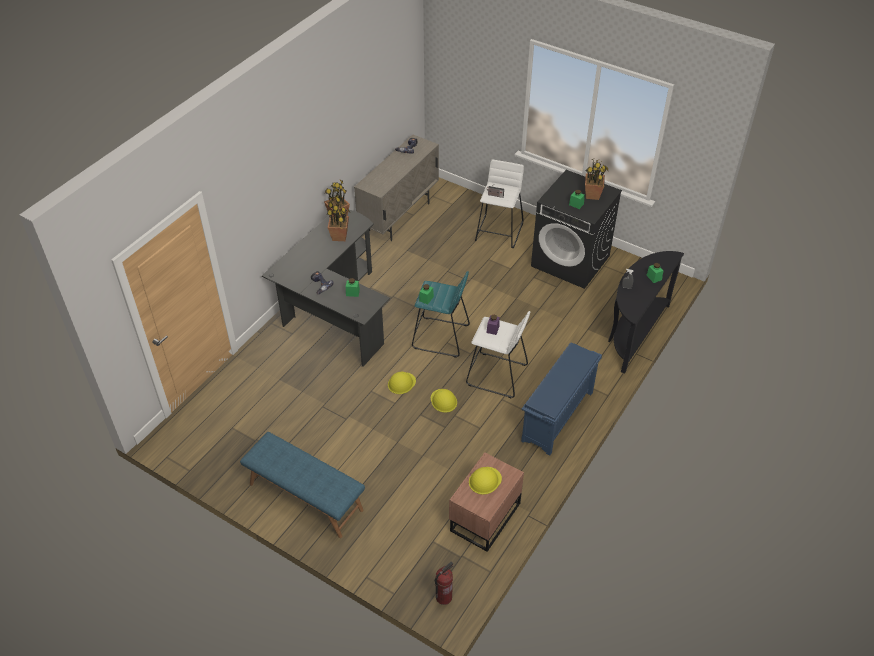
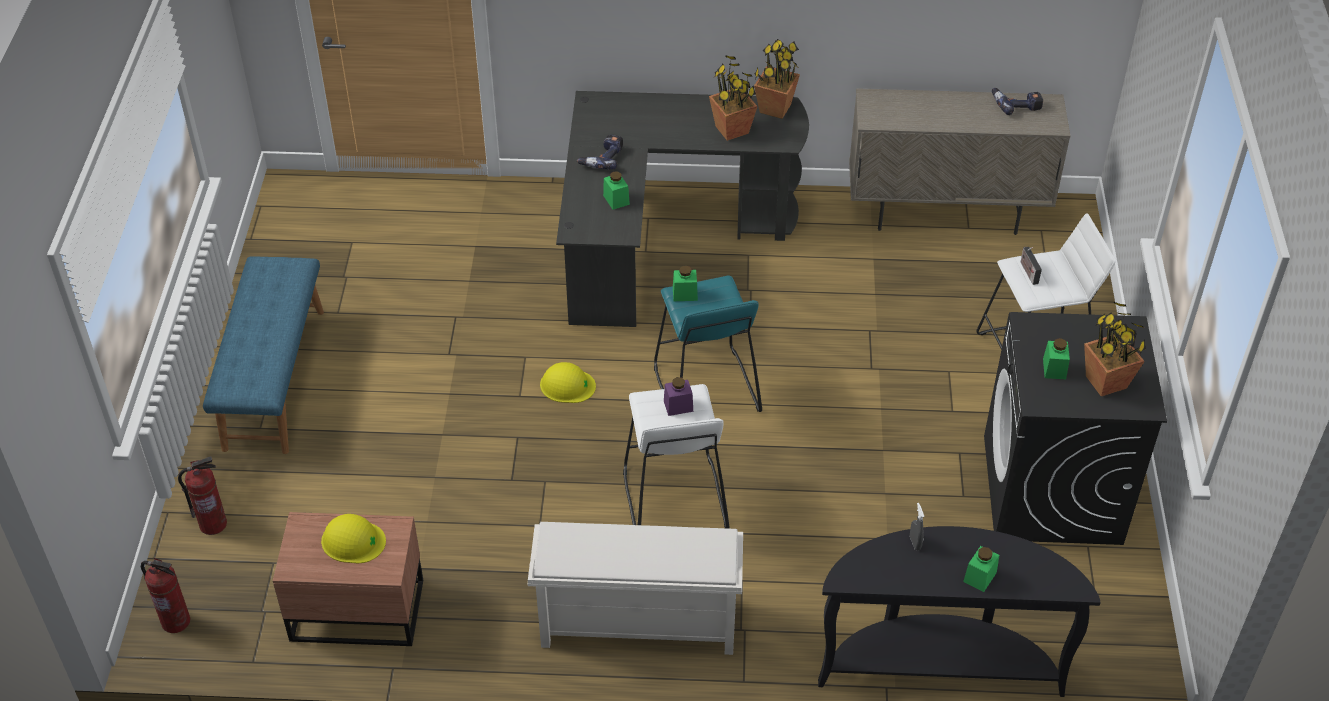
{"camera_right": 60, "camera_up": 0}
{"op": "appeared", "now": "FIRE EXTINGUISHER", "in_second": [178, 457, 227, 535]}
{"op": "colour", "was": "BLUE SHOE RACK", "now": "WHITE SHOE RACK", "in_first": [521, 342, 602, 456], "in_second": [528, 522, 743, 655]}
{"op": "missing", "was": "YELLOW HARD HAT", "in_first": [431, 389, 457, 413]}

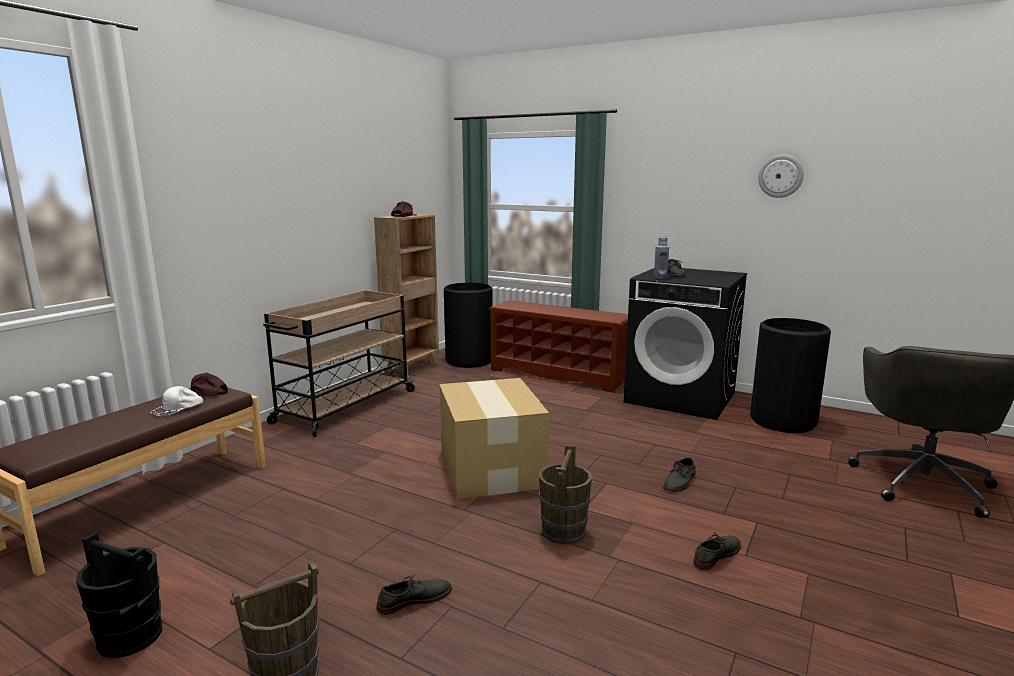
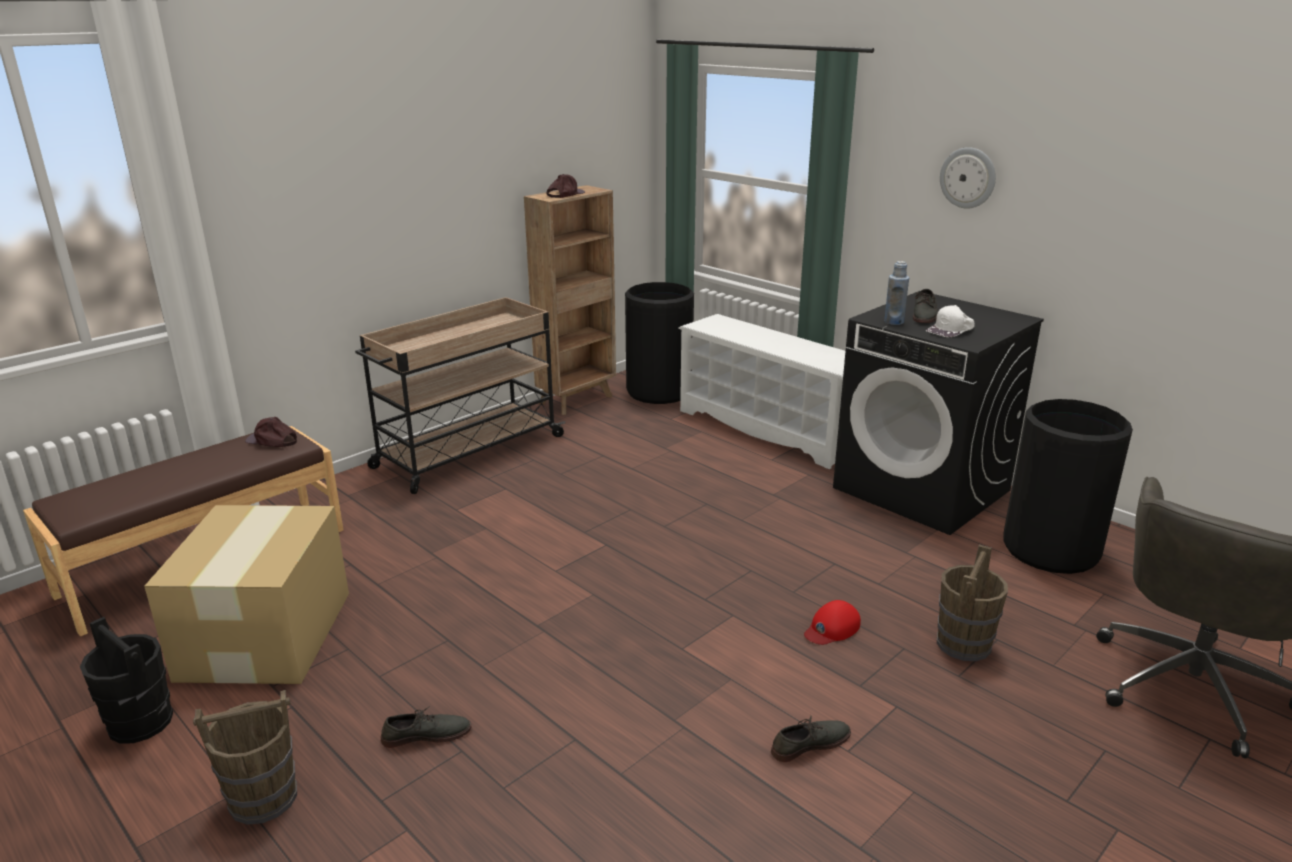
{"camera_right": 15, "camera_up": 10}
{"op": "relocated", "was": "CARDBOARD BOX", "in_first": [439, 378, 549, 500], "in_second": [144, 505, 349, 684]}
{"op": "colour", "was": "BROWN SHOE RACK", "now": "WHITE SHOE RACK", "in_first": [488, 300, 628, 393], "in_second": [678, 314, 845, 469]}
{"op": "exchanged", "was": "GREY SHOE", "now": "RED CAP", "in_first": [663, 458, 696, 492], "in_second": [804, 600, 861, 645]}
{"op": "relocated", "was": "WHITE CAP", "in_first": [150, 386, 203, 416], "in_second": [926, 305, 975, 337]}
{"op": "relocated", "was": "BROWN BUCKET", "in_first": [539, 445, 592, 544], "in_second": [937, 545, 1008, 661]}
{"op": "relocated", "was": "WALL CLOCK", "in_first": [758, 155, 804, 198], "in_second": [940, 147, 996, 209]}

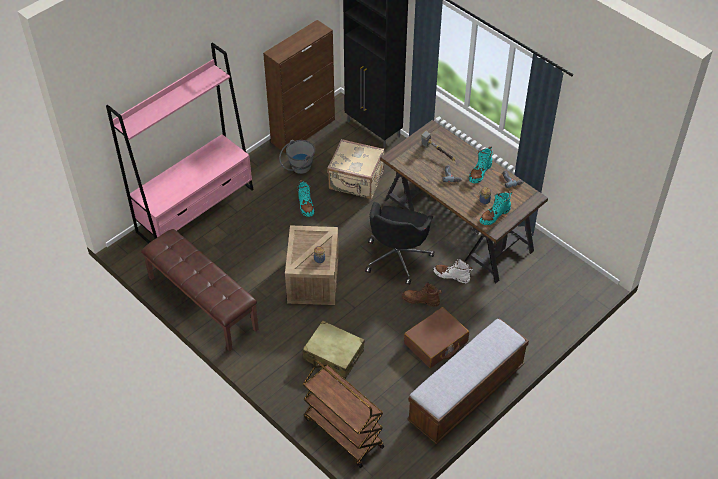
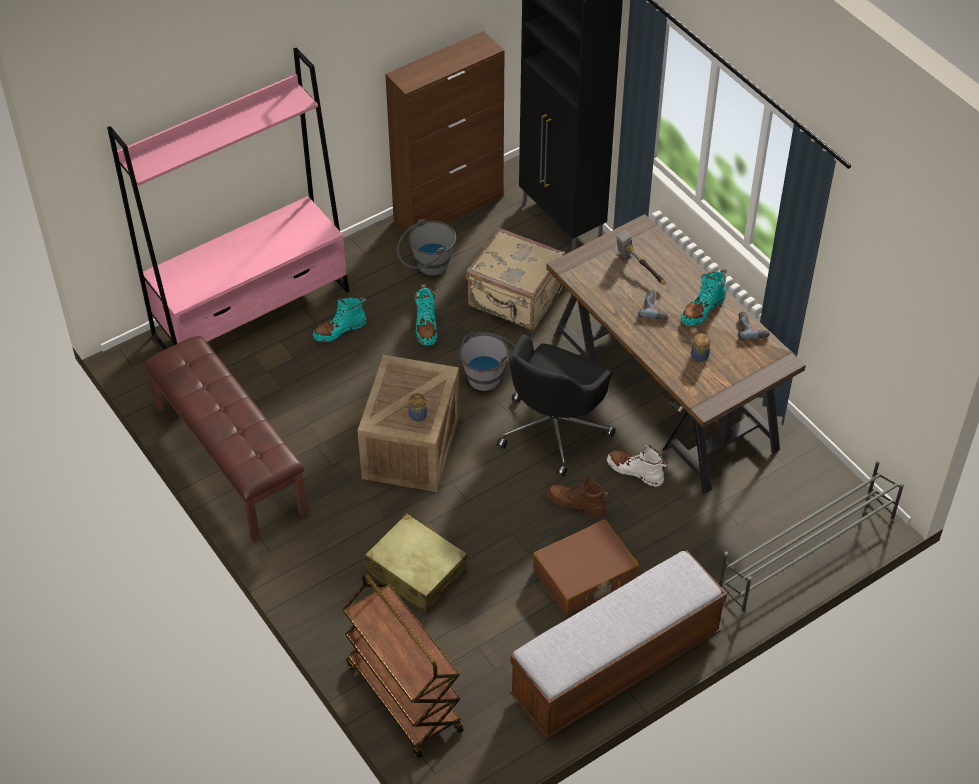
{"camera_right": 10, "camera_up": 0}
{"op": "relocated", "was": "TURQUOISE BOOT", "in_first": [480, 191, 512, 225], "in_second": [313, 297, 367, 342]}
{"op": "appeared", "now": "GREY BUCKET", "in_second": [459, 332, 515, 391]}
{"op": "appeared", "now": "GREY SHOE RACK", "in_second": [719, 460, 904, 614]}

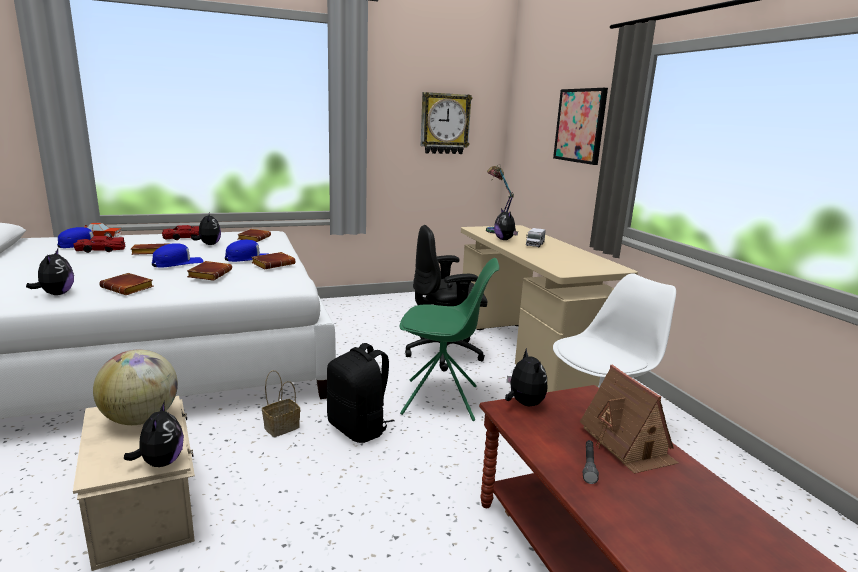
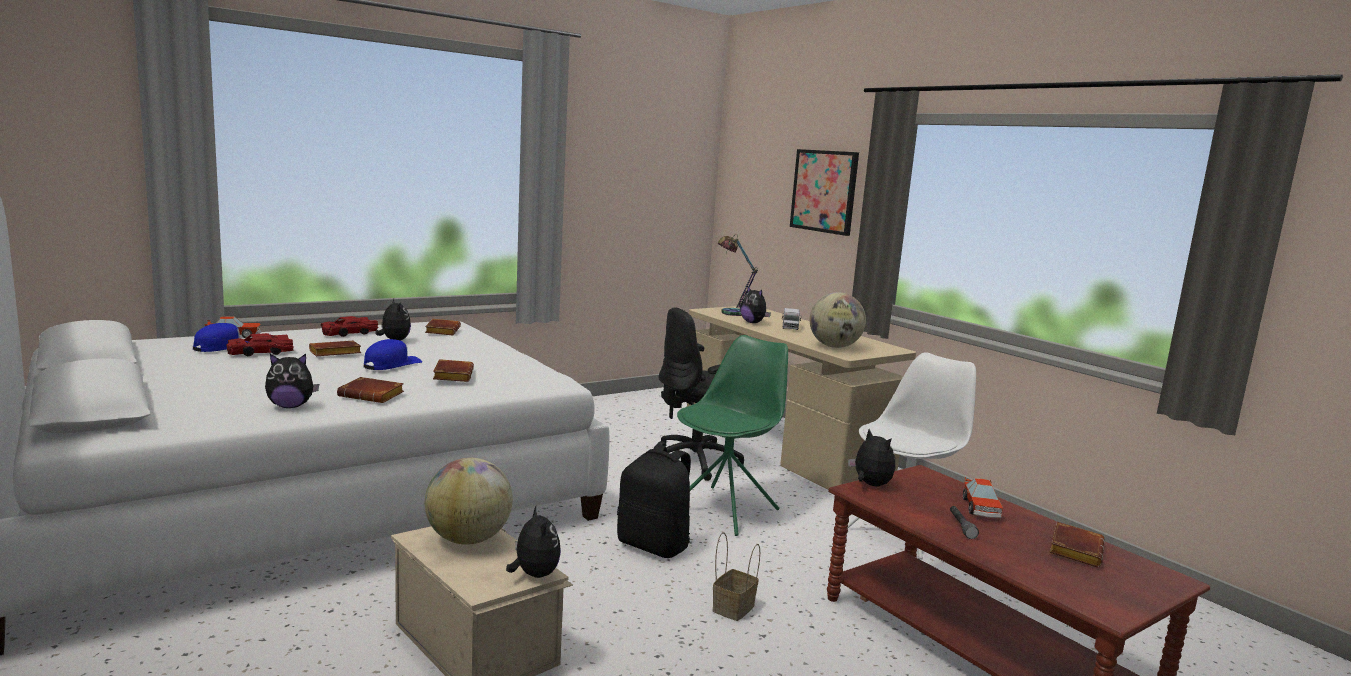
{"camera_right": -15, "camera_up": -5}
{"op": "spun", "was": "PLUSH TOY", "in_first": [26, 249, 74, 295], "in_second": [265, 354, 319, 408], "clockwise": 105}
{"op": "spun", "was": "GREEN CHAIR", "in_first": [400, 258, 499, 421], "in_second": [677, 335, 788, 536], "clockwise": -45}
{"op": "relocated", "was": "BASKET", "in_first": [262, 370, 300, 437], "in_second": [713, 532, 760, 621]}
{"op": "appeared", "now": "GLOBE", "in_second": [810, 292, 866, 348]}
{"op": "exchanged", "was": "TOY HOUSE", "now": "TOY CAR", "in_first": [580, 365, 679, 474], "in_second": [963, 477, 1003, 518]}
{"op": "relocated", "was": "BROWN BOOK", "in_first": [251, 252, 295, 269], "in_second": [1049, 522, 1104, 568]}
{"op": "missing", "was": "BLUE CAP", "in_first": [225, 240, 266, 262]}
{"op": "missing", "was": "WALL CLOCK", "in_first": [421, 92, 472, 154]}

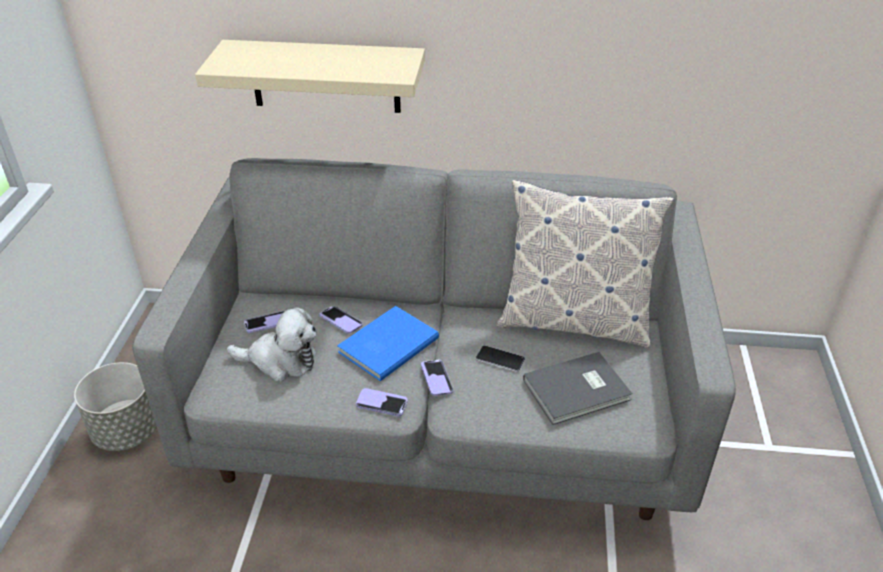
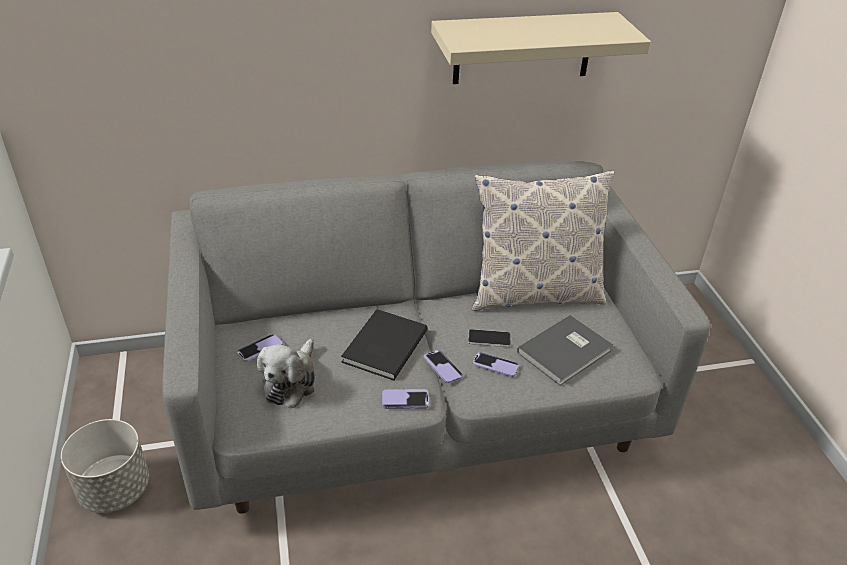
{"camera_right": -20, "camera_up": 0}
{"op": "spun", "was": "PLUSH TOY", "in_first": [227, 307, 317, 382], "in_second": [257, 339, 315, 408], "clockwise": 120}
{"op": "colour", "was": "BLUE BOOK", "now": "BLACK BOOK", "in_first": [337, 306, 439, 381], "in_second": [341, 309, 428, 381]}
{"op": "relocated", "was": "BEIGE SHELF", "in_first": [195, 40, 425, 113], "in_second": [431, 12, 651, 84]}
{"op": "relocated", "was": "PHONE", "in_first": [319, 306, 363, 334], "in_second": [473, 352, 519, 377]}

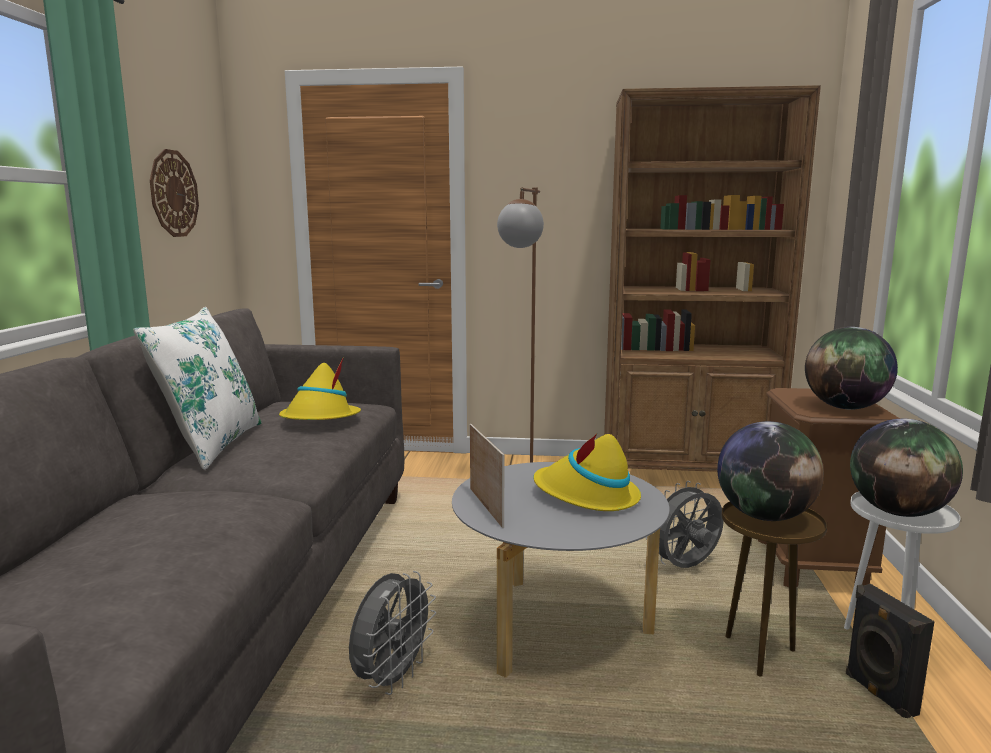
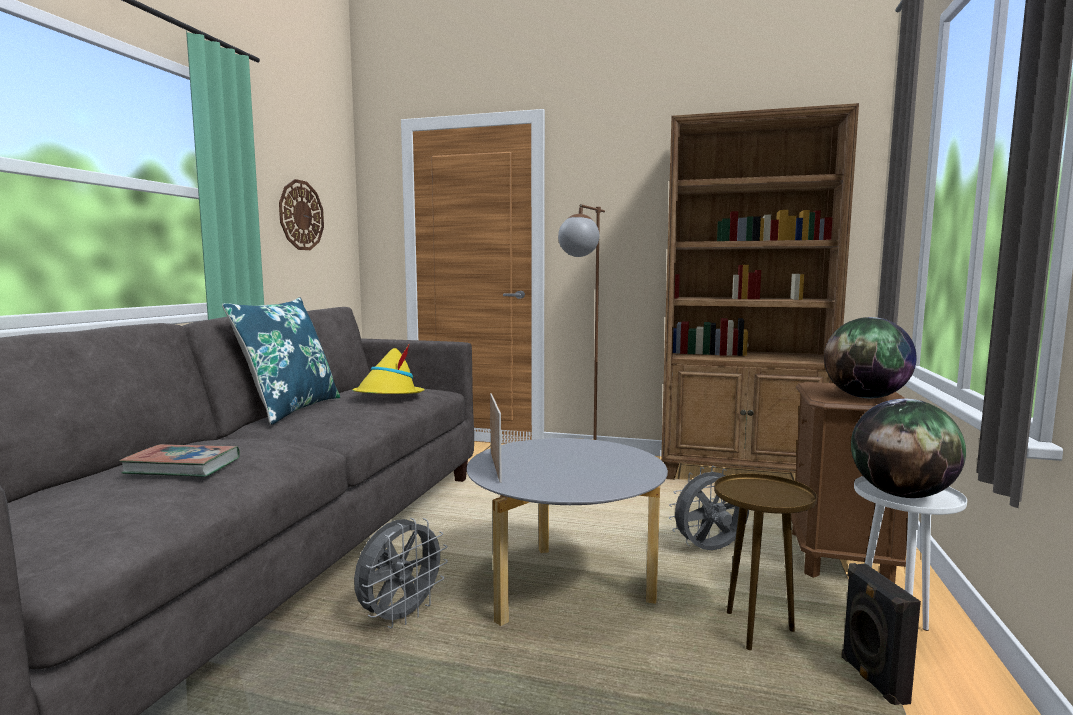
{"camera_right": 10, "camera_up": -5}
{"op": "appeared", "now": "BOOK", "in_second": [120, 444, 240, 477]}
{"op": "colour", "was": "WHITE PILLOW", "now": "BLUE PILLOW", "in_first": [133, 307, 261, 470], "in_second": [222, 297, 340, 425]}
{"op": "missing", "was": "YELLOW HAT", "in_first": [534, 434, 641, 511]}
{"op": "missing", "was": "GLOBE", "in_first": [717, 421, 824, 521]}

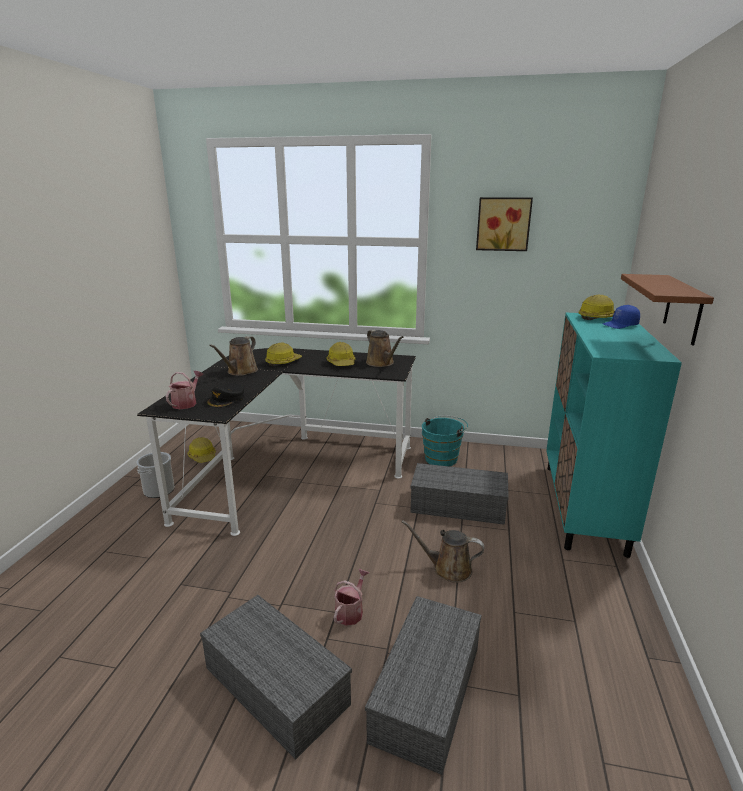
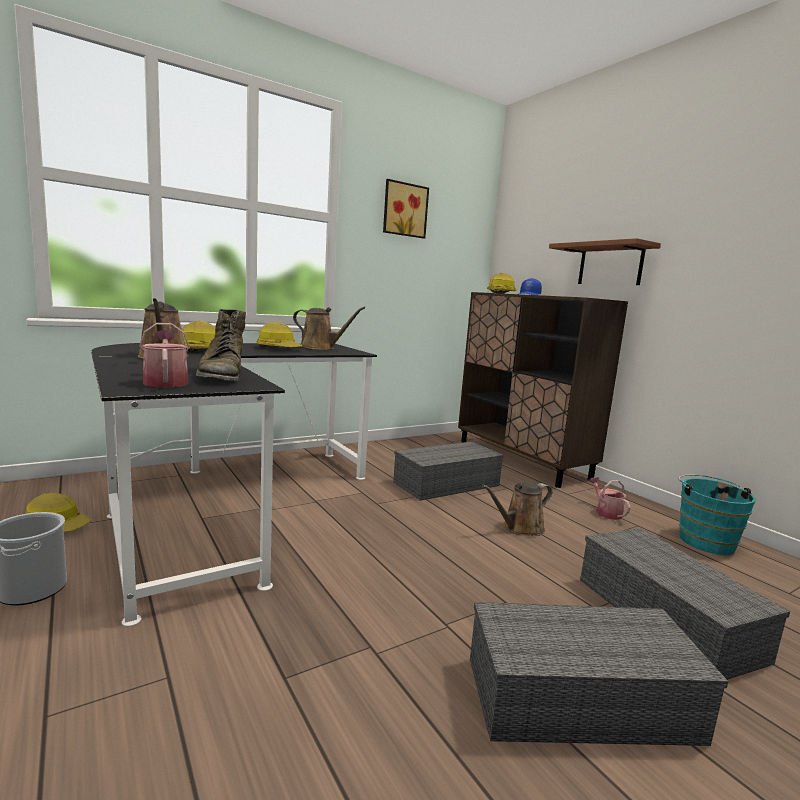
{"camera_right": -45, "camera_up": -10}
{"op": "exchanged", "was": "BLACK CAP", "now": "GREEN BOOT", "in_first": [206, 383, 245, 408], "in_second": [196, 309, 246, 381]}
{"op": "colour", "was": "TURQUOISE CABINET", "now": "BROWN CABINET", "in_first": [546, 313, 682, 558], "in_second": [458, 292, 628, 488]}
{"op": "relocated", "was": "WATERING CAN", "in_first": [334, 569, 369, 626], "in_second": [589, 477, 631, 520]}
{"op": "relocated", "was": "TURQUOISE BUCKET", "in_first": [422, 415, 468, 466], "in_second": [679, 475, 756, 555]}

